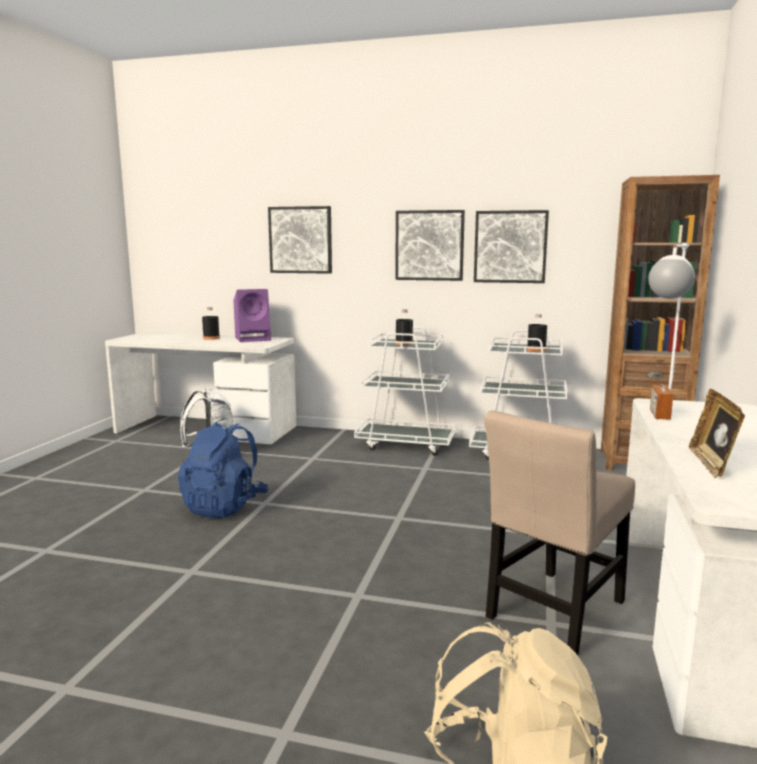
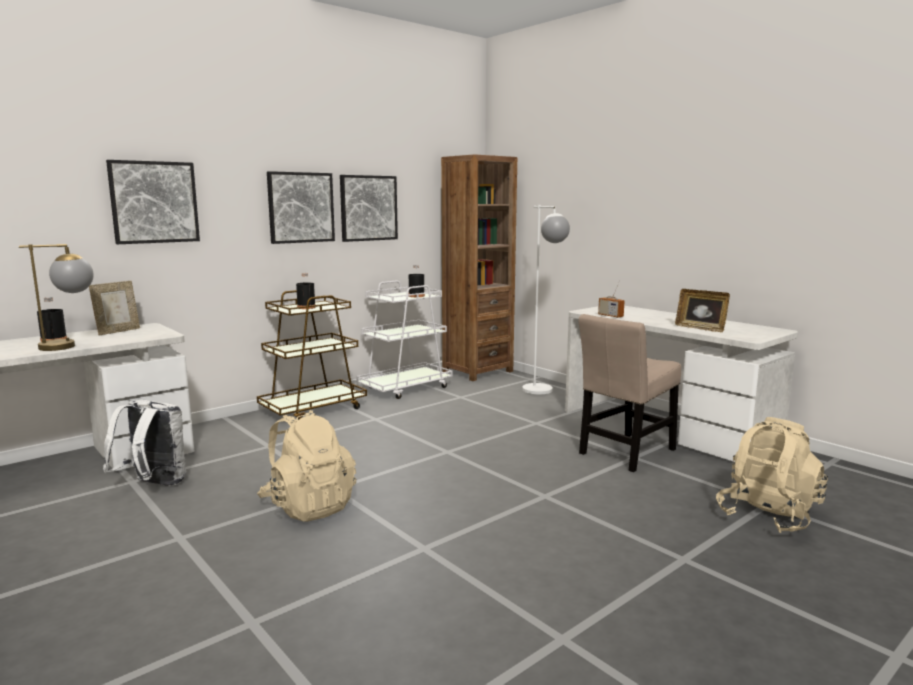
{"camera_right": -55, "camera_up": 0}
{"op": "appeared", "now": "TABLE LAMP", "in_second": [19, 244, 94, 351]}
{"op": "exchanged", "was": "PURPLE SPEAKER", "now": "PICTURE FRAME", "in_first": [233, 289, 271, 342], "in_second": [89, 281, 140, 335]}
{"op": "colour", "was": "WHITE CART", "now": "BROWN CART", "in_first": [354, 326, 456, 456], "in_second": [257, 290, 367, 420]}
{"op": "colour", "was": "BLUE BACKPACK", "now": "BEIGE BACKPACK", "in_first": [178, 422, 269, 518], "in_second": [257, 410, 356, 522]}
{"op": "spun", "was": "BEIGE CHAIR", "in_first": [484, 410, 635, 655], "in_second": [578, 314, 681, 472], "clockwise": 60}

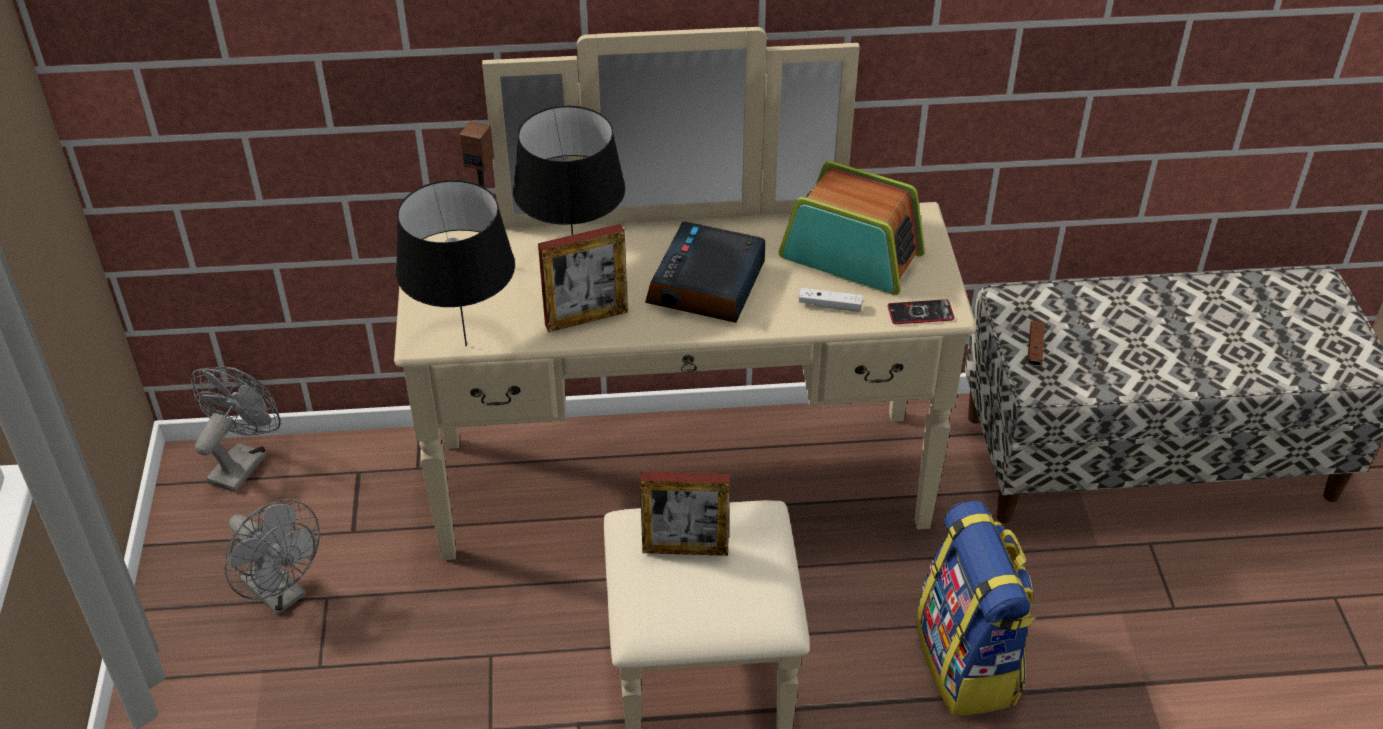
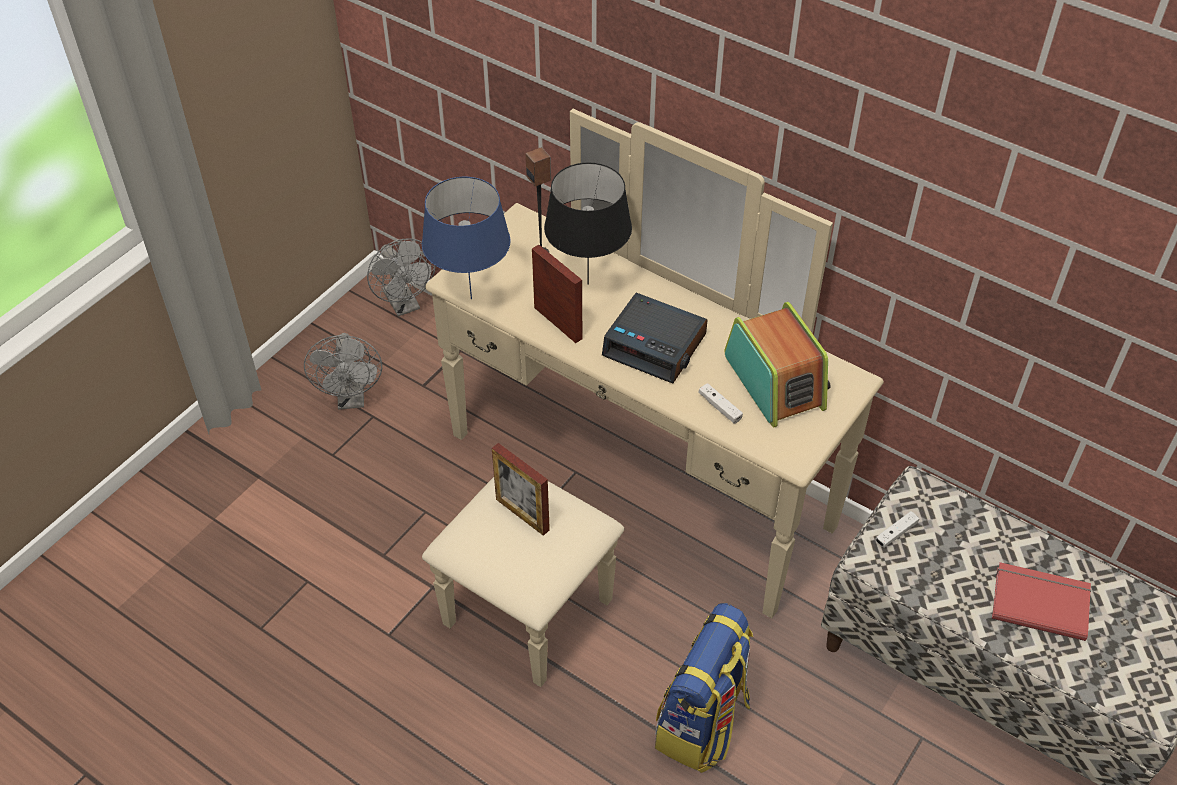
{"camera_right": 40, "camera_up": 5}
{"op": "spun", "was": "GREY FAN", "in_first": [191, 366, 280, 492], "in_second": [367, 238, 435, 317], "clockwise": 90}
{"op": "colour", "was": "BLACK TABLE LAMP", "now": "BLUE TABLE LAMP", "in_first": [396, 180, 515, 346], "in_second": [422, 177, 511, 299]}
{"op": "spun", "was": "PICTURE FRAME", "in_first": [538, 224, 628, 332], "in_second": [532, 245, 582, 343], "clockwise": -150}
{"op": "spun", "was": "ALARM CLOCK", "in_first": [645, 221, 766, 323], "in_second": [602, 293, 708, 383], "clockwise": -120}
{"op": "colour", "was": "BROWN GAME CONTROLLER", "now": "WHITE GAME CONTROLLER", "in_first": [1027, 321, 1045, 366], "in_second": [875, 511, 919, 548]}
{"op": "appeared", "now": "RED BOOK", "in_second": [992, 562, 1091, 641]}
{"op": "missing", "was": "PHONE", "in_first": [888, 299, 954, 324]}

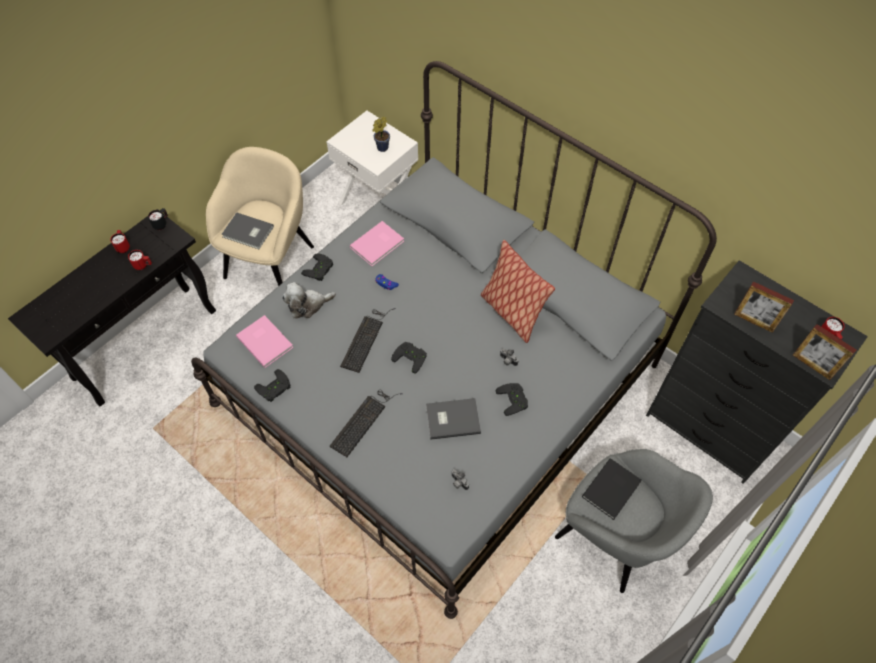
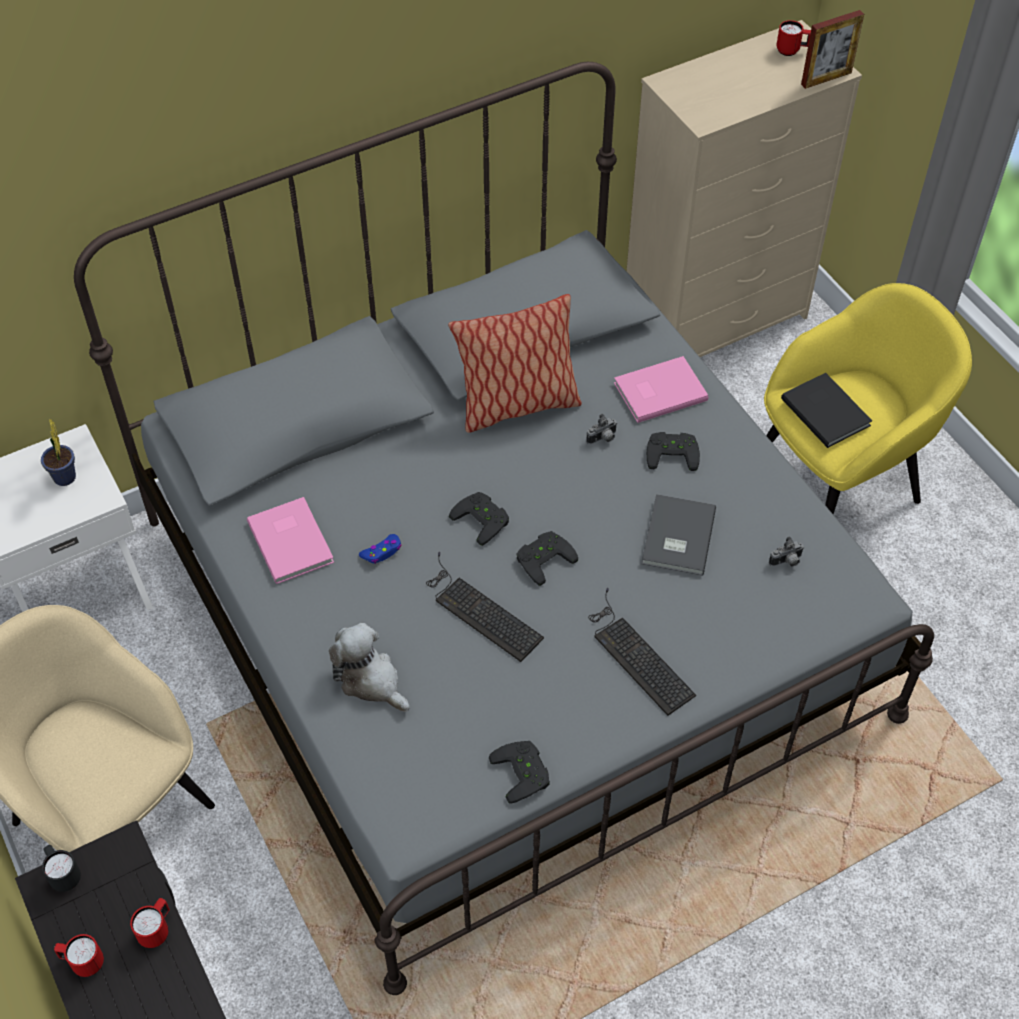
{"camera_right": -70, "camera_up": -5}
{"op": "spun", "was": "PLUSH TOY", "in_first": [282, 282, 336, 318], "in_second": [329, 623, 410, 712], "clockwise": 135}
{"op": "relocated", "was": "BLACK GAME CONTROLLER", "in_first": [301, 253, 333, 281], "in_second": [449, 492, 509, 546]}
{"op": "relocated", "was": "PINK BOOK", "in_first": [236, 315, 293, 368], "in_second": [614, 356, 708, 423]}
{"op": "colour", "was": "BLACK DRESSER", "now": "BEIGE DRESSER", "in_first": [646, 260, 868, 484], "in_second": [626, 20, 862, 357]}
{"op": "colour", "was": "GREY ARMCHAIR", "now": "YELLOW ARMCHAIR", "in_first": [555, 449, 713, 593], "in_second": [764, 283, 972, 515]}
{"op": "missing", "was": "GREY BOOK", "in_first": [221, 212, 274, 249]}
{"op": "missing", "was": "PICTURE FRAME", "in_first": [734, 281, 794, 333]}

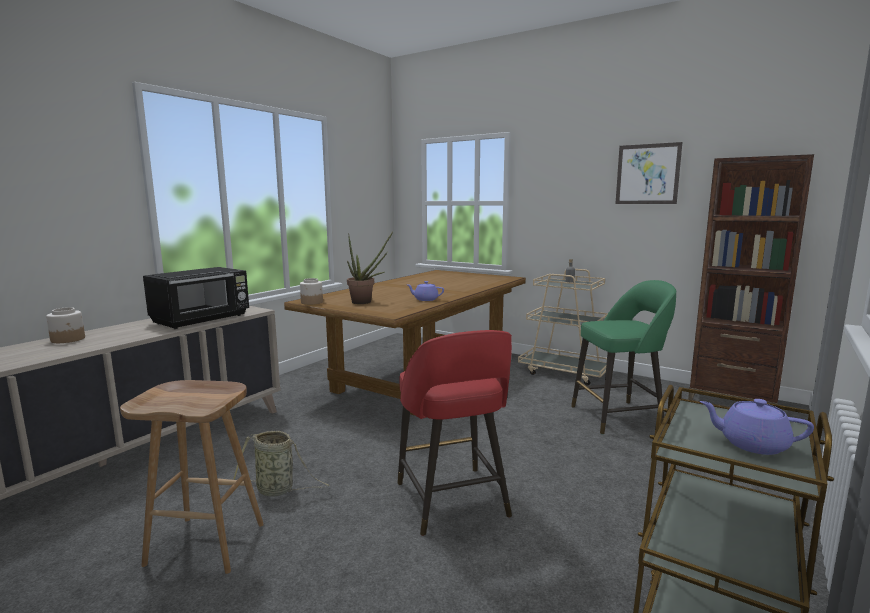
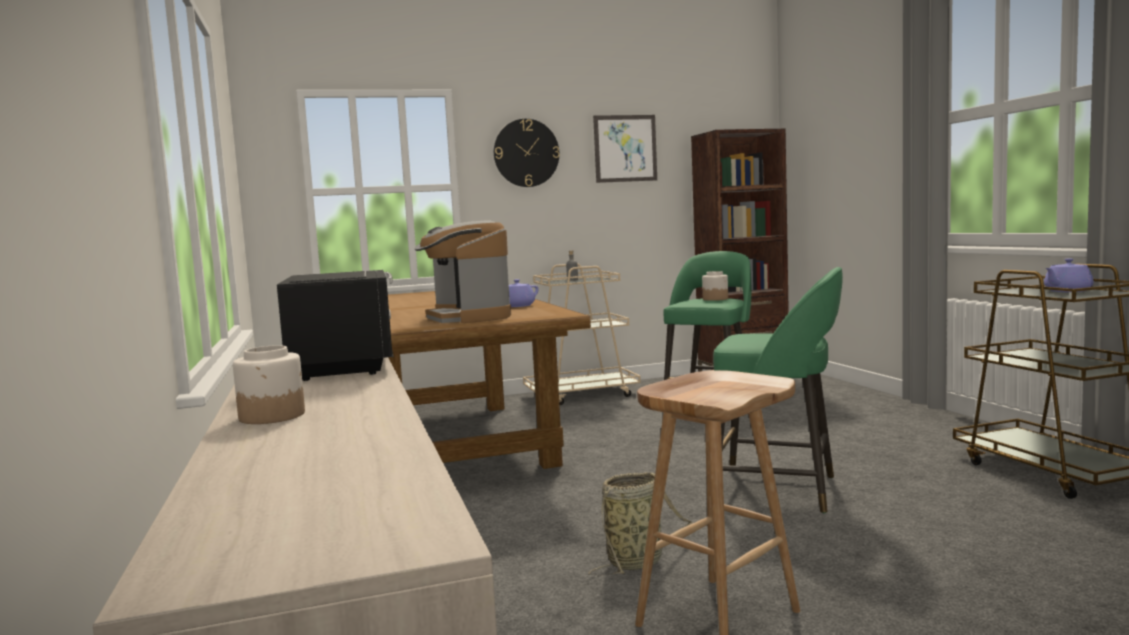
{"camera_right": -50, "camera_up": -5}
{"op": "exchanged", "was": "POTTED PLANT", "now": "COFFEE MACHINE", "in_first": [347, 231, 393, 304], "in_second": [415, 220, 511, 323]}
{"op": "appeared", "now": "WALL CLOCK", "in_second": [494, 119, 560, 187]}
{"op": "relocated", "was": "JAR", "in_first": [300, 278, 323, 305], "in_second": [702, 271, 728, 301]}
{"op": "colour", "was": "RED STOOL", "now": "GREEN STOOL", "in_first": [398, 330, 512, 536], "in_second": [713, 267, 843, 513]}

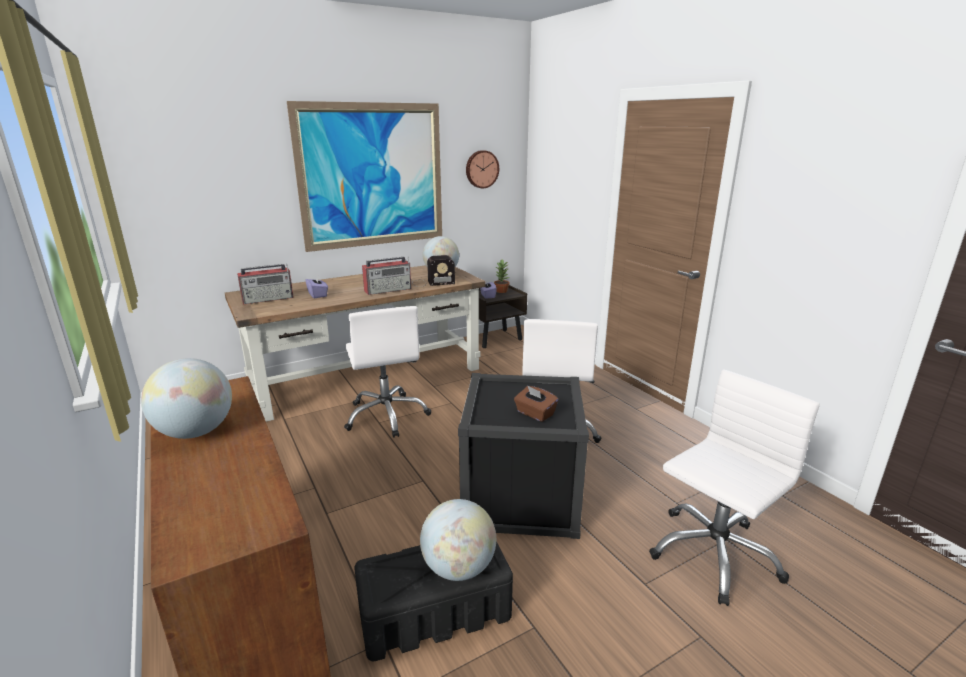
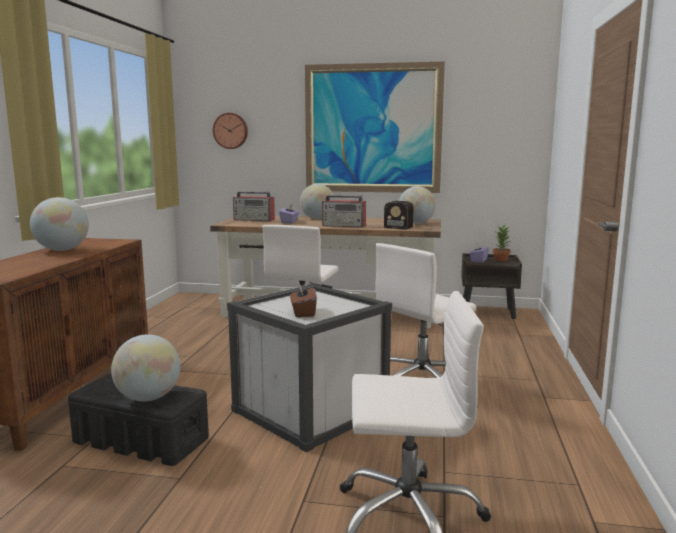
{"camera_right": 40, "camera_up": -10}
{"op": "relocated", "was": "WALL CLOCK", "in_first": [466, 150, 499, 188], "in_second": [213, 113, 248, 149]}
{"op": "colour", "was": "BLACK STORAGE BOX", "now": "WHITE STORAGE BOX", "in_first": [458, 373, 589, 539], "in_second": [227, 283, 392, 453]}
{"op": "appeared", "now": "GLOBE", "in_second": [300, 184, 335, 219]}

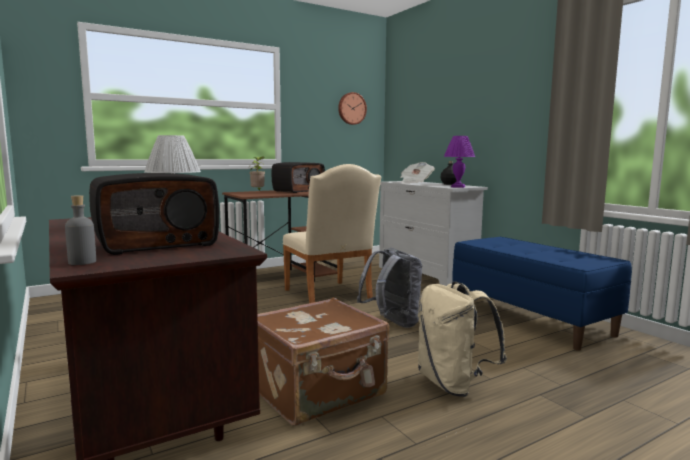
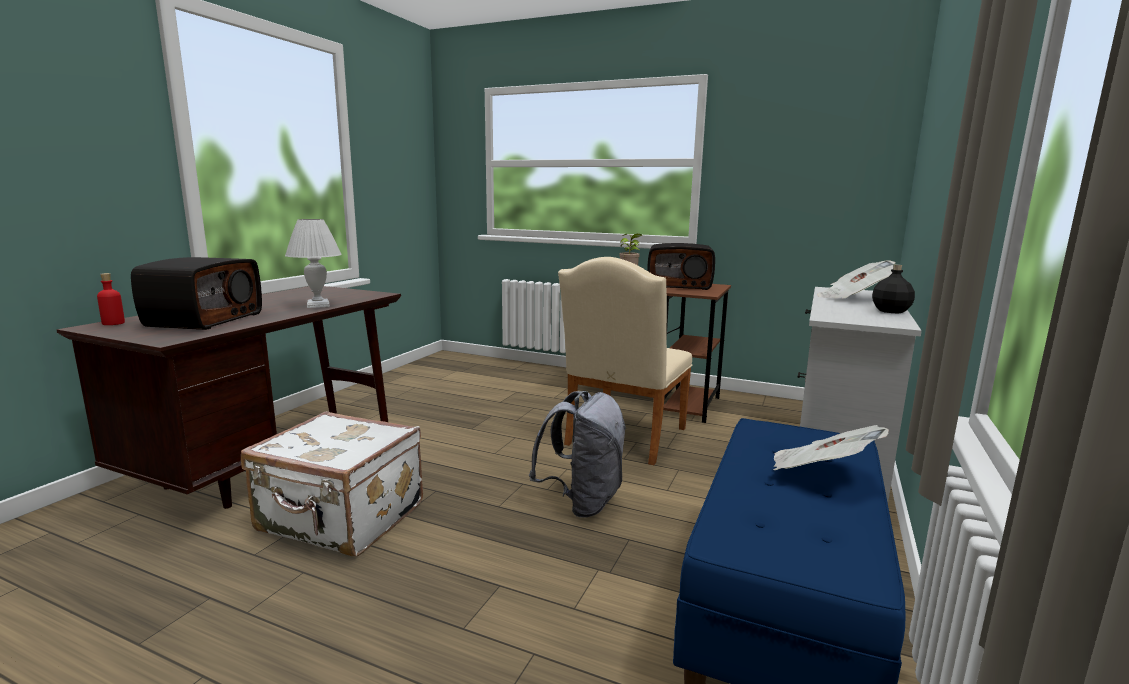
{"camera_right": 55, "camera_up": 5}
{"op": "colour", "was": "GREY BOTTLE", "now": "RED BOTTLE", "in_first": [65, 195, 96, 265], "in_second": [97, 273, 125, 325]}
{"op": "spun", "was": "RADIO", "in_first": [89, 173, 219, 255], "in_second": [131, 257, 262, 330], "clockwise": -105}
{"op": "colour", "was": "BROWN SUITCASE", "now": "WHITE SUITCASE", "in_first": [257, 298, 389, 426], "in_second": [241, 411, 423, 556]}
{"op": "appeared", "now": "NEWSPAPER", "in_second": [773, 425, 889, 470]}
{"op": "missing", "was": "WALL CLOCK", "in_first": [338, 92, 367, 125]}
{"op": "missing", "was": "BEIGE BACKPACK", "in_first": [418, 282, 507, 397]}
{"op": "missing", "was": "PURPLE TABLE LAMP", "in_first": [444, 136, 475, 188]}

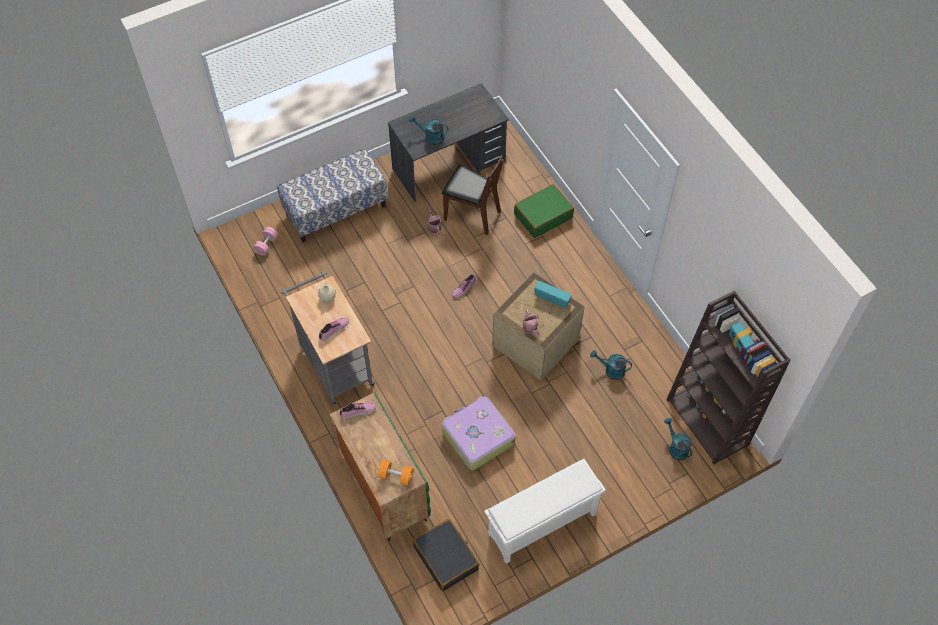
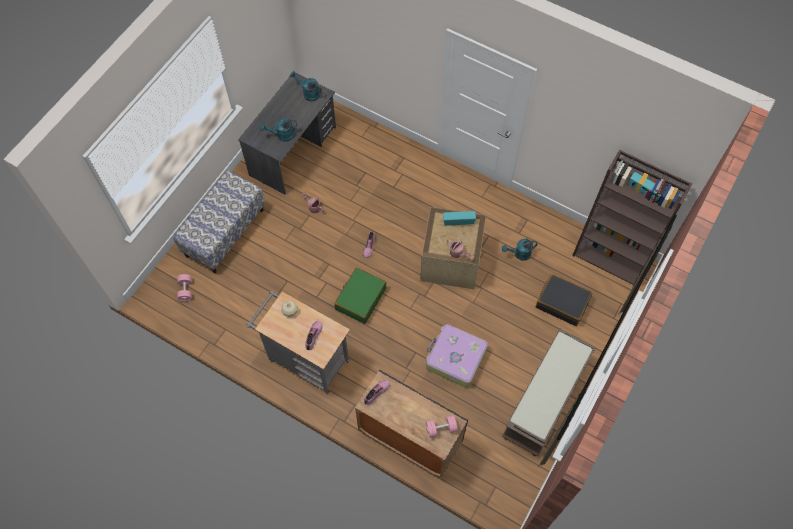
{"camera_right": -30, "camera_up": 5}
{"op": "relocated", "was": "TURQUOISE WATERING CAN", "in_first": [664, 418, 693, 460], "in_second": [290, 71, 322, 101]}
{"op": "relocated", "was": "GREEN SUITCASE", "in_first": [514, 184, 574, 238], "in_second": [334, 268, 386, 324]}
{"op": "colour", "was": "GREEN CABINET", "now": "BLACK CABINET", "in_first": [329, 392, 431, 541], "in_second": [355, 370, 468, 479]}
{"op": "colour", "was": "ORANGE DUMBBELL", "now": "PINK DUMBBELL", "in_first": [378, 460, 414, 486], "in_second": [426, 415, 458, 438]}
{"op": "exchanged", "was": "WHITE SHOE RACK", "now": "BROWN BENCH", "in_first": [484, 459, 606, 564], "in_second": [502, 329, 596, 456]}
{"op": "relocated", "was": "BLACK SUITCASE", "in_first": [413, 519, 479, 592], "in_second": [536, 274, 592, 326]}
{"op": "missing", "was": "BROWN CHAIR", "in_first": [442, 155, 504, 235]}

